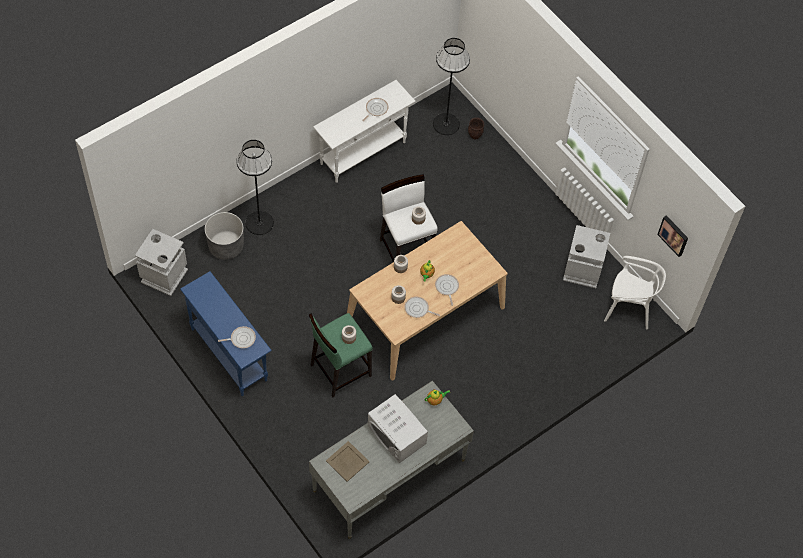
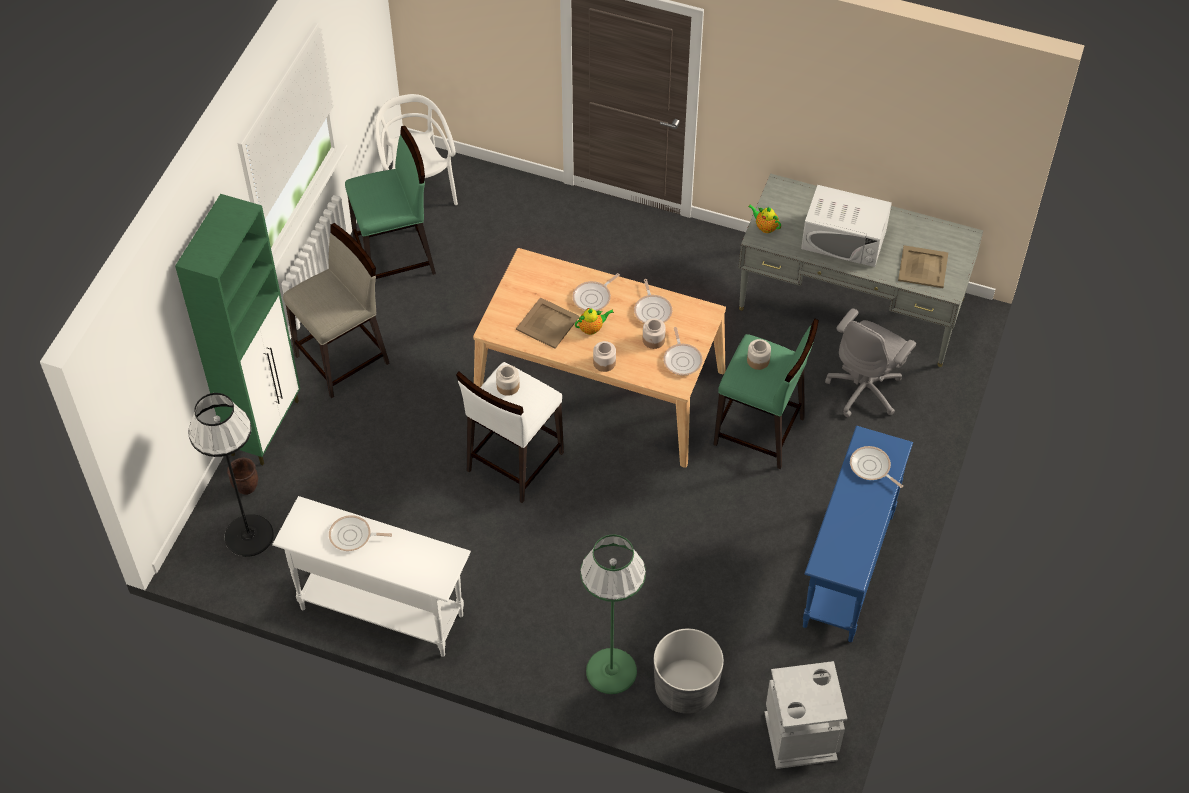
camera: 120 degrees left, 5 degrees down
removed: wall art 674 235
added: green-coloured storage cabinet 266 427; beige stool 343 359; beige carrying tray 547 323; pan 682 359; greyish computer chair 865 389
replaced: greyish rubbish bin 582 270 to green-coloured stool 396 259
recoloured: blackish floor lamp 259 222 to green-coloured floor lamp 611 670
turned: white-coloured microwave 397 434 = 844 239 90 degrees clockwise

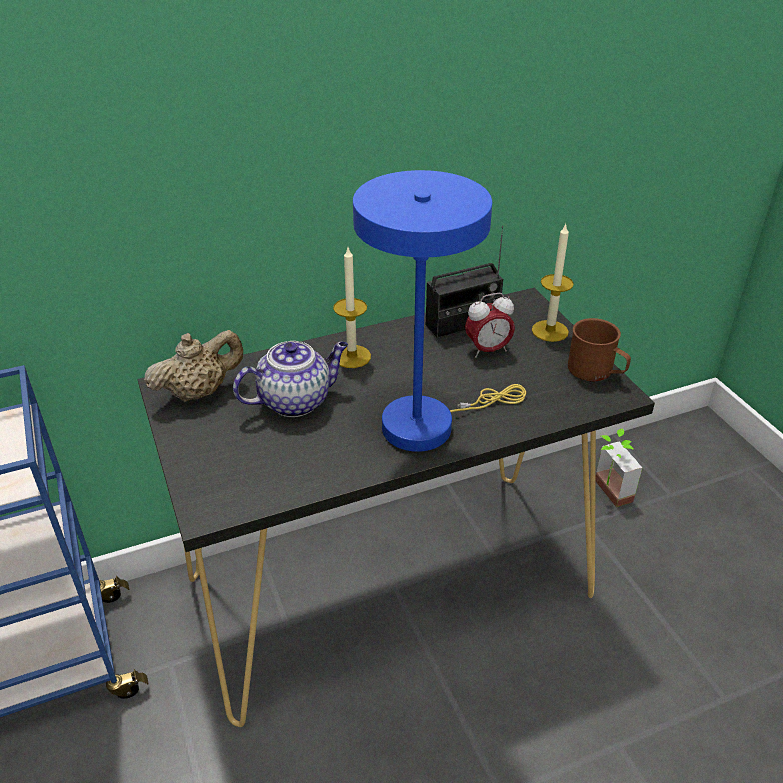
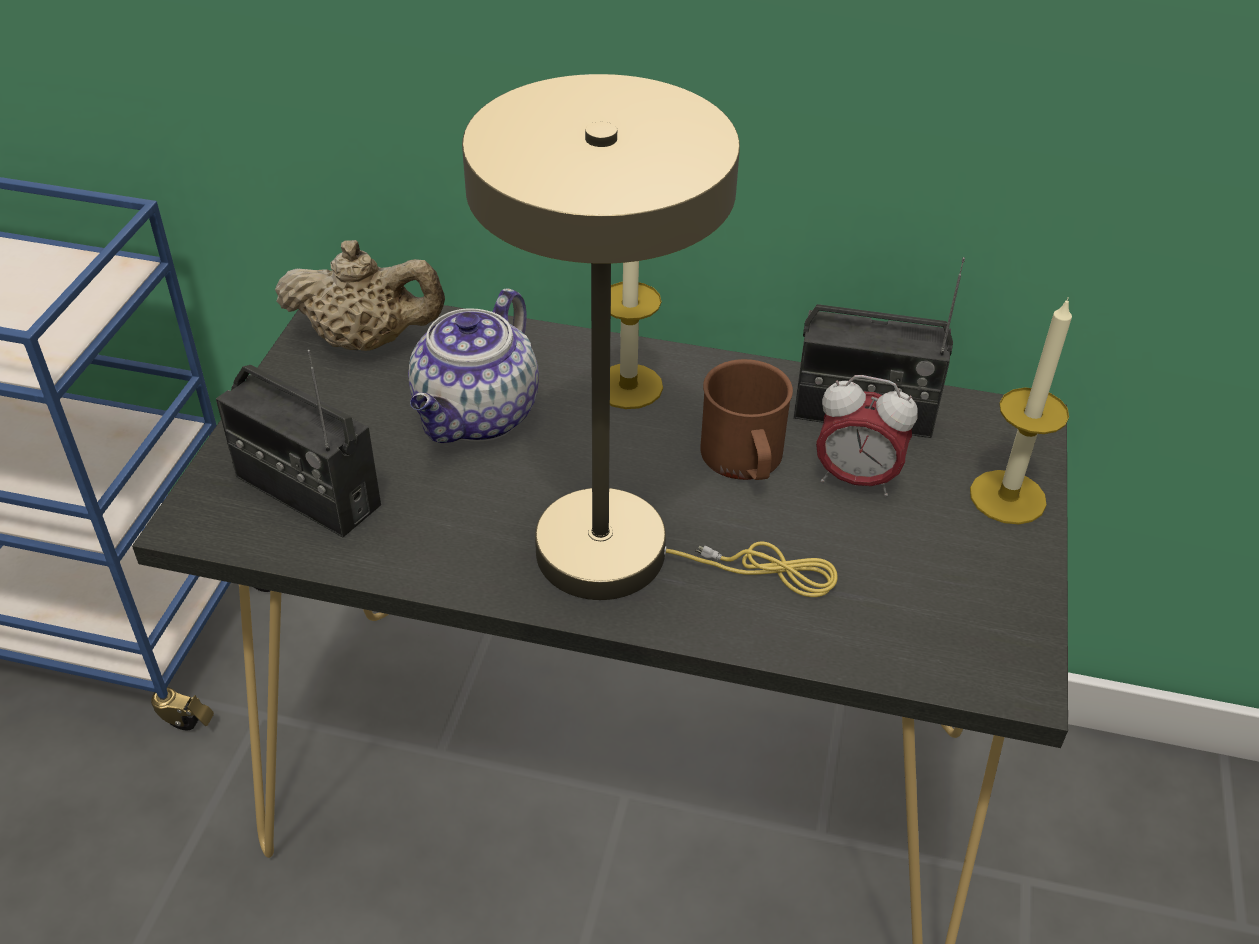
camera: 35 degrees right, 5 degrees up
removed: plant in a pot 606 493
added: radio set 307 491
moved: brown-coloured tea mug 596 372 to 745 462
recoloured: blue tabletop lamp 428 423 to beige tabletop lamp 627 553
turned: teapot 296 400 = 477 417 105 degrees clockwise

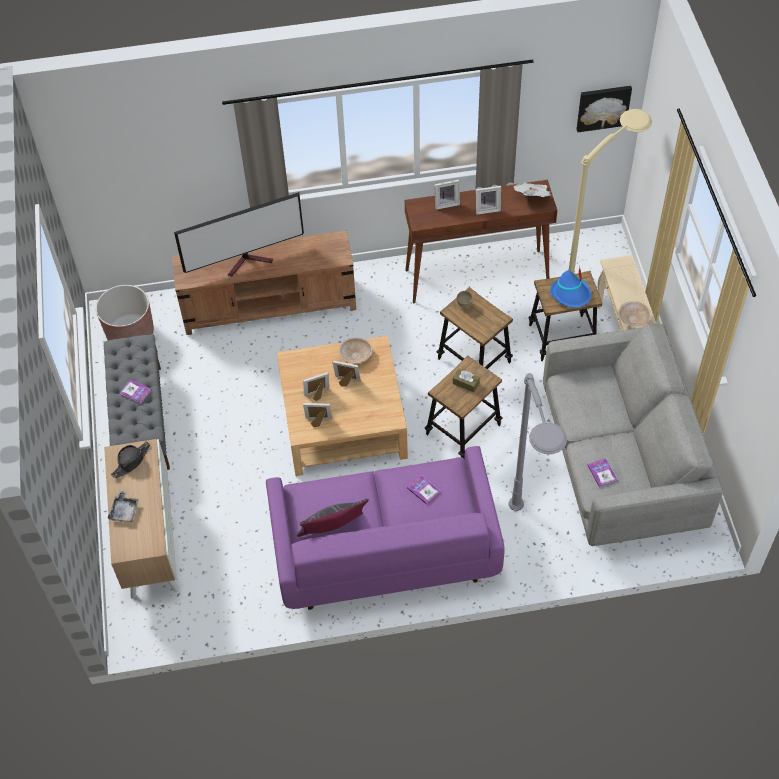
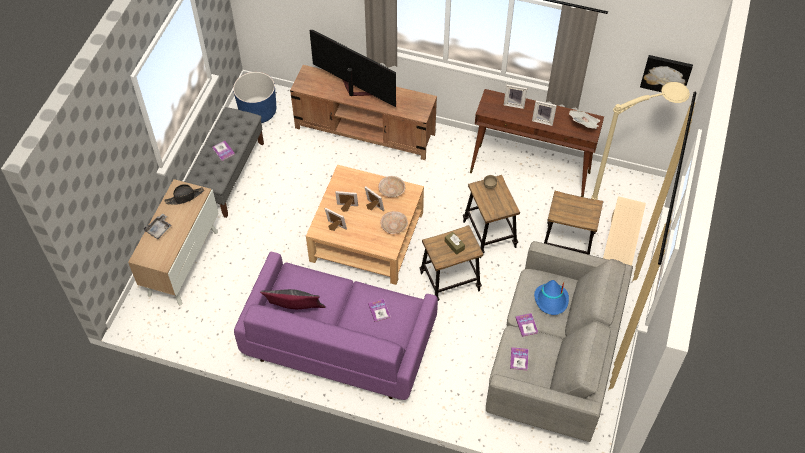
camera: 25 degrees right, 0 degrees up
removed: greyish floor lamp 526 547
added: book 526 325
moved: blue hat 571 294 to 551 300; beige bowl 633 319 to 394 226
recoloured: brown-coloured planter 130 334 to blue planter 258 111
turned: television 249 261 = 353 90 150 degrees counterclockwise

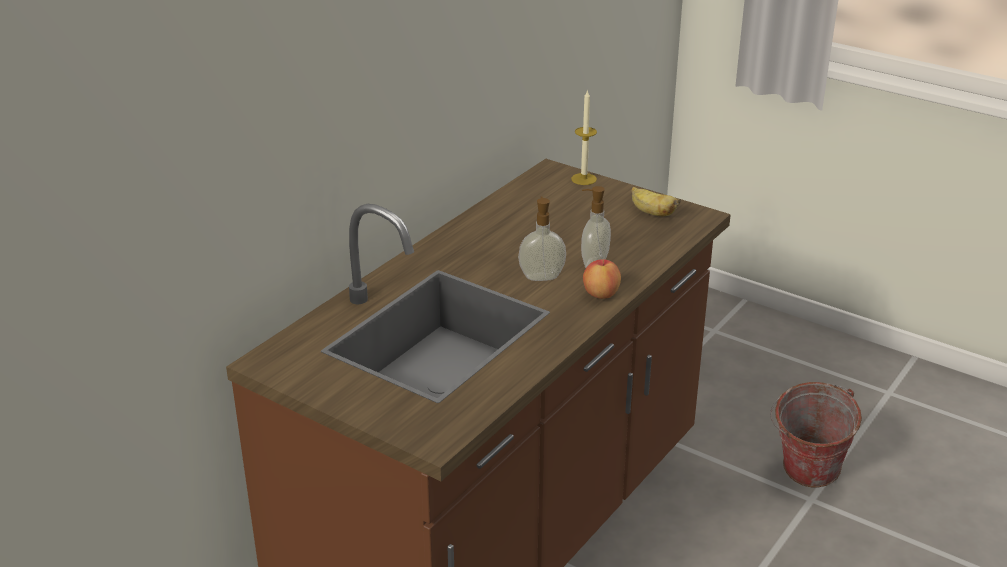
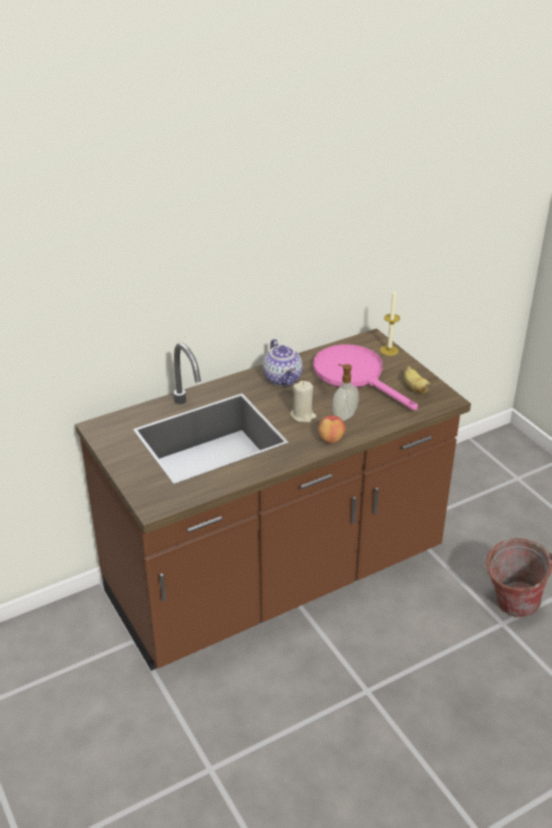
camera: 25 degrees right, 5 degrees up
added: teapot 283 379; pinkish pan 355 375
replaced: soap dispenser 541 276 to beige wax light 303 415

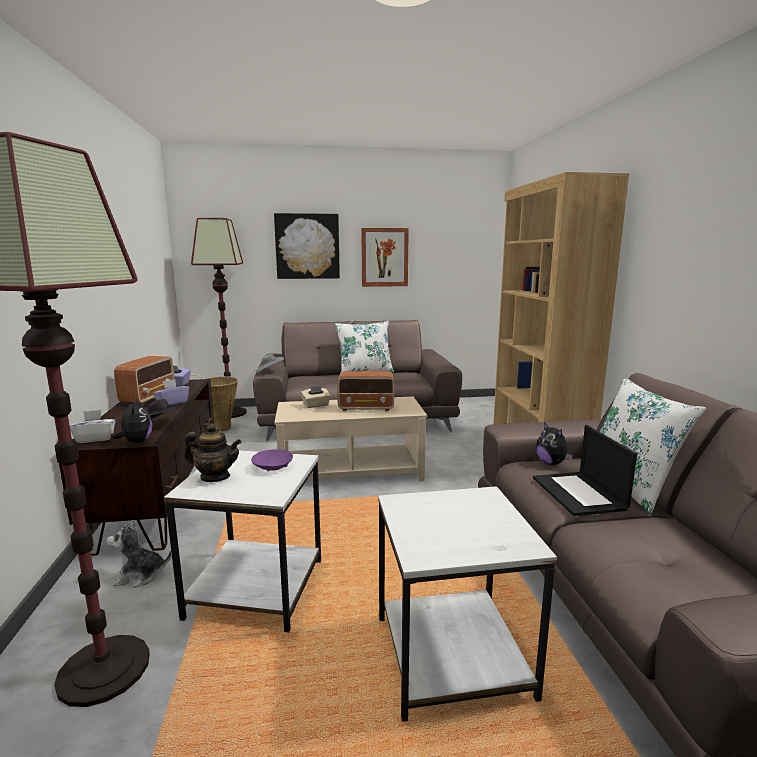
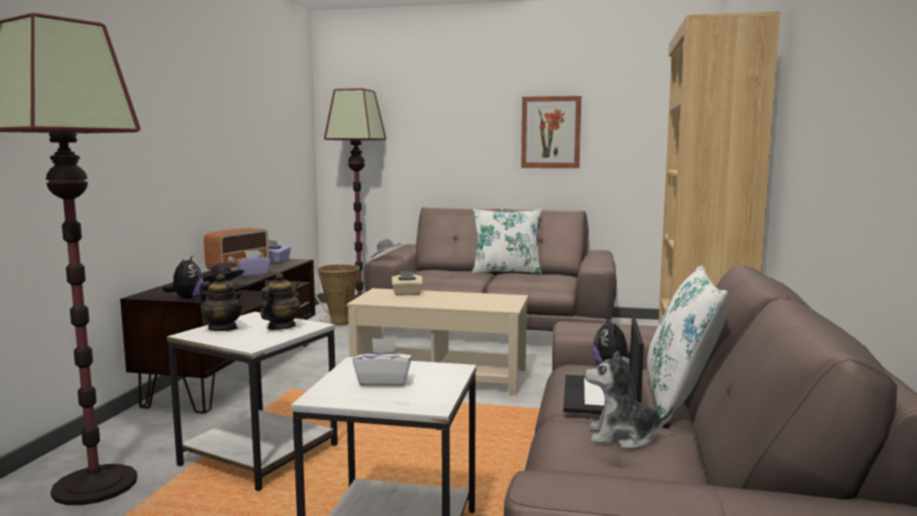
camera: 20 degrees right, 5 degrees down
removed: wall art 307 246; radio set 366 407
moved: white-coloured tissue box 95 438 to 383 381; cuddly toy 140 576 to 623 437
replaced: purplish bowl 272 466 to teapot 281 327

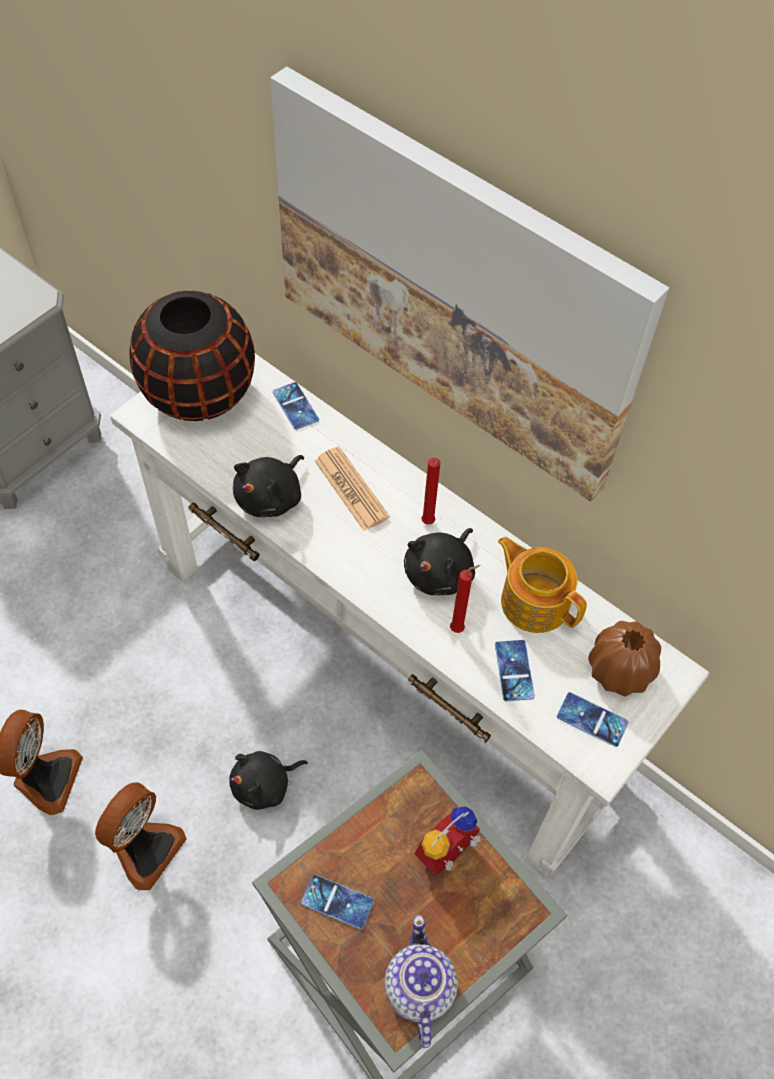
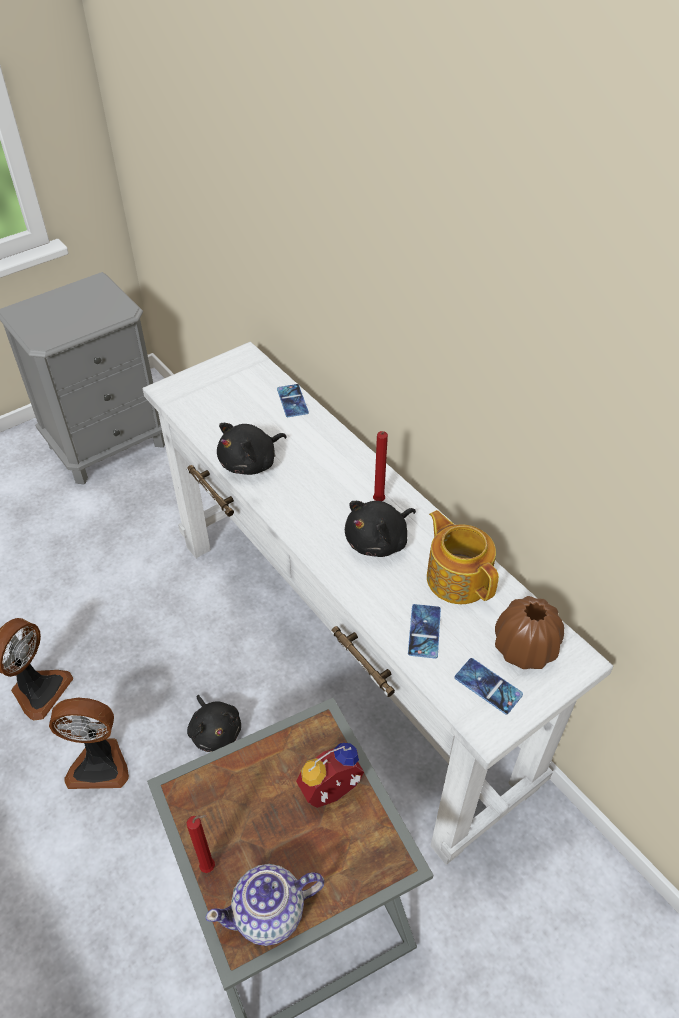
camera: 15 degrees right, 10 degrees down
removed: blackish decorative vase 199 393; wall art 452 286; phone 337 902; daily paper 351 489
moved: red-coloured wax light 459 628 to 210 867
turned: fan 144 848 = 99 763 45 degrees clockwise; blackish cuddly toy 264 785 = 215 731 105 degrees counterclockwise; teapot 418 989 = 270 913 120 degrees counterclockwise

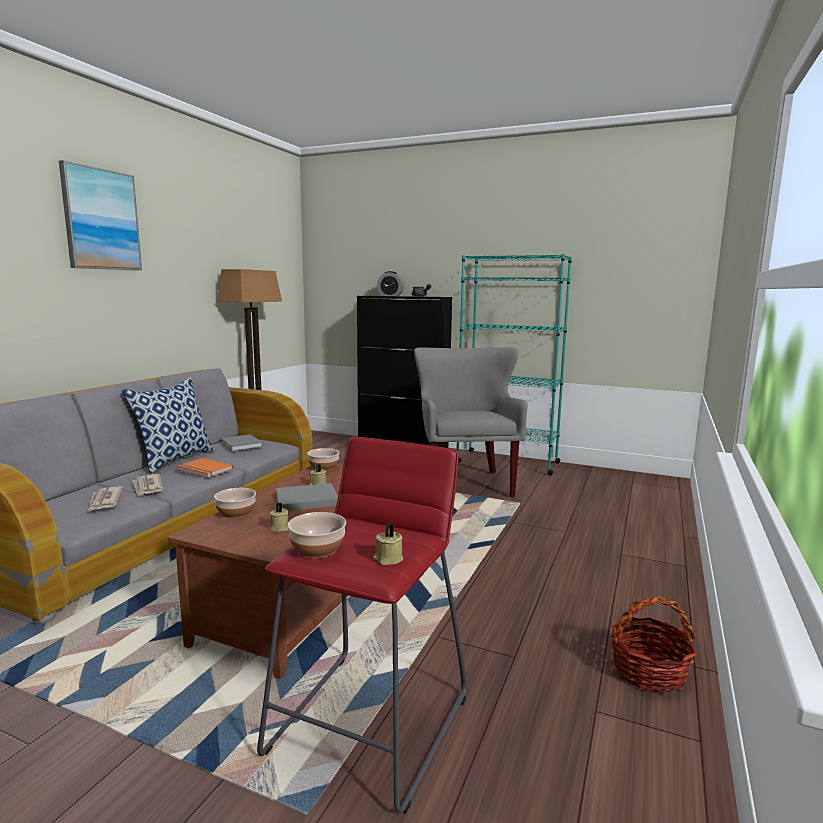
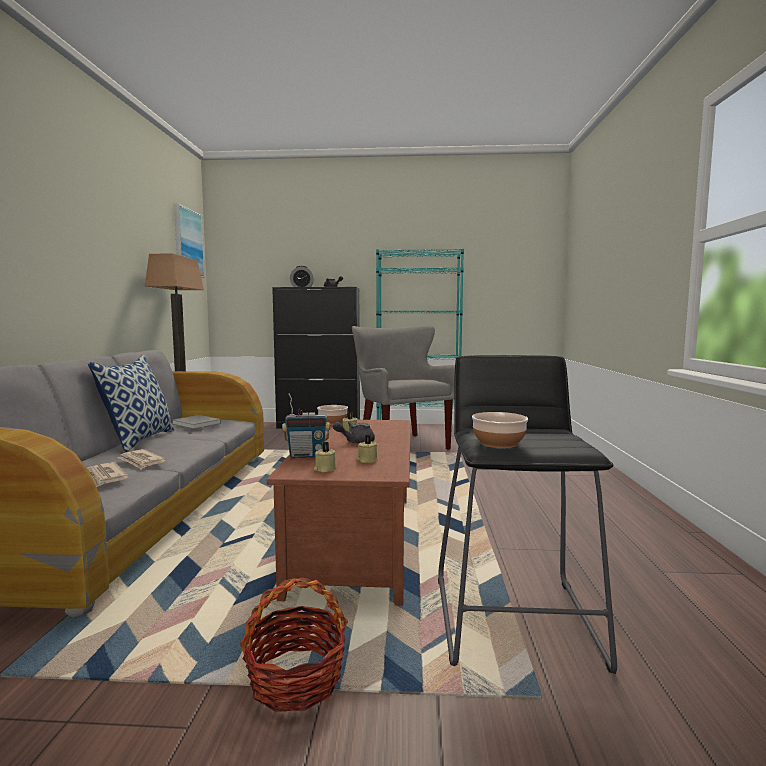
camera: 20 degrees left, 5 degrees down
removed: orange book 204 470
moved: wall art 101 219 to 188 242; beige wax light 387 559 to 324 469; household basket 648 671 to 295 680
replaced: bowl 236 512 to radio set 306 456; greyish book 304 500 to greyish teapot 355 442
recoloured: red-coloured stool 369 724 to blackish stool 515 619

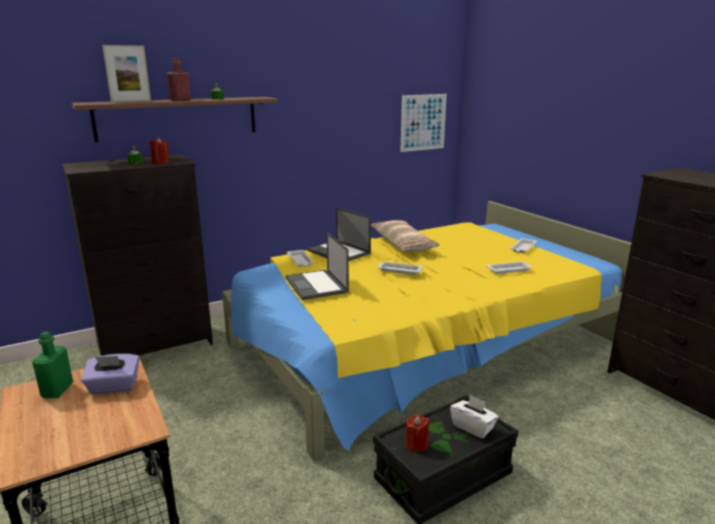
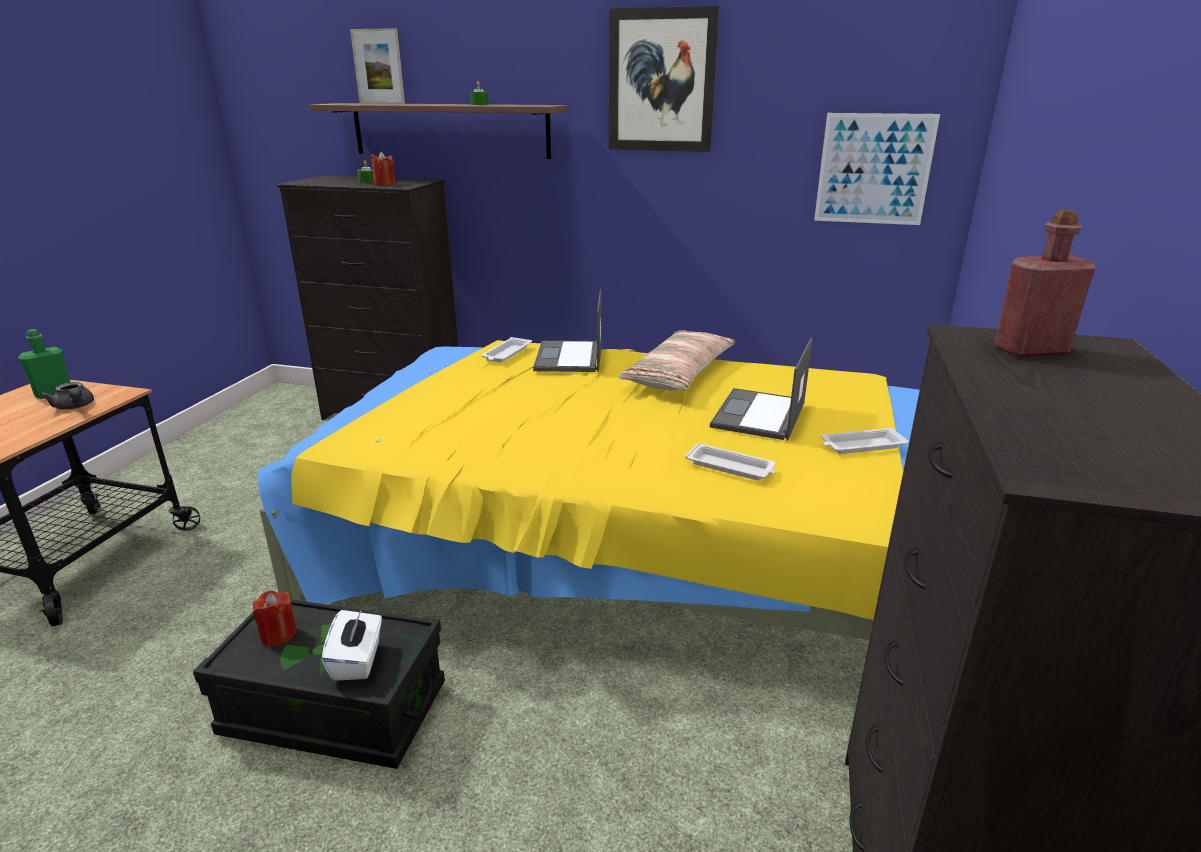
camera: 45 degrees right, 5 degrees up
removed: white-coloured carrying tray 399 270
added: wall art 661 81
moved: red-coloured drink bottle 180 100 to 1030 350; portable computer 316 285 to 759 415
replaced: purplish tissue box 114 387 to greyish teapot 75 407

